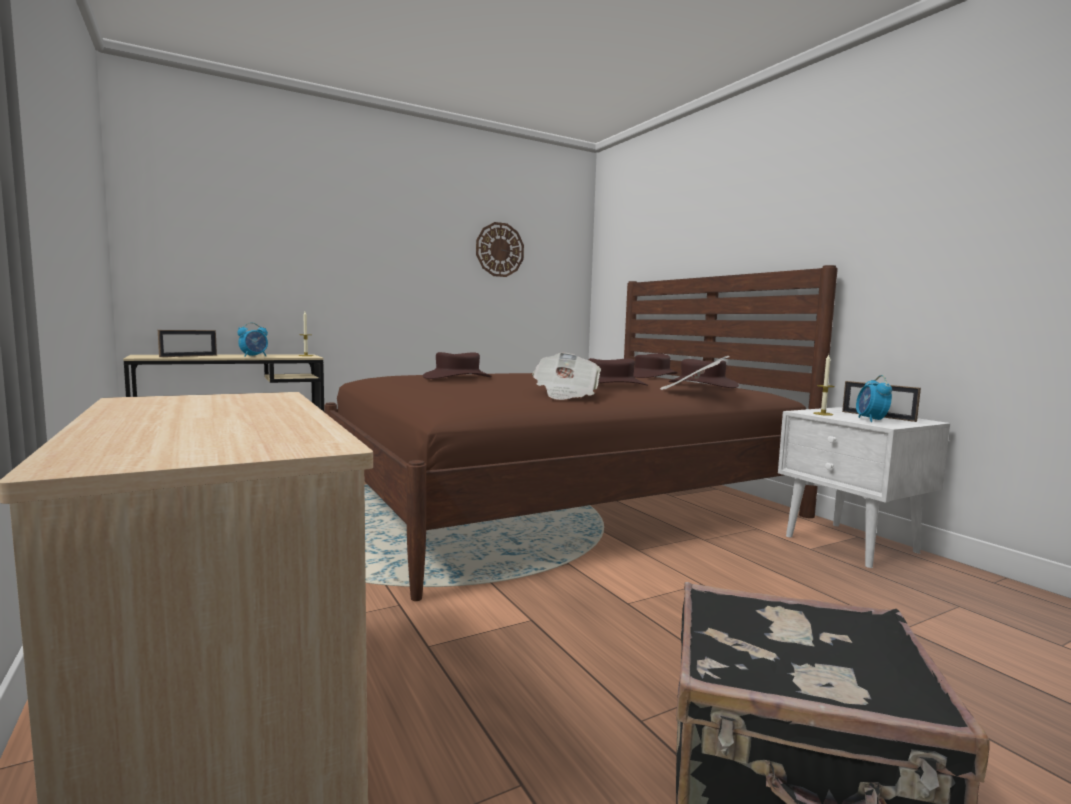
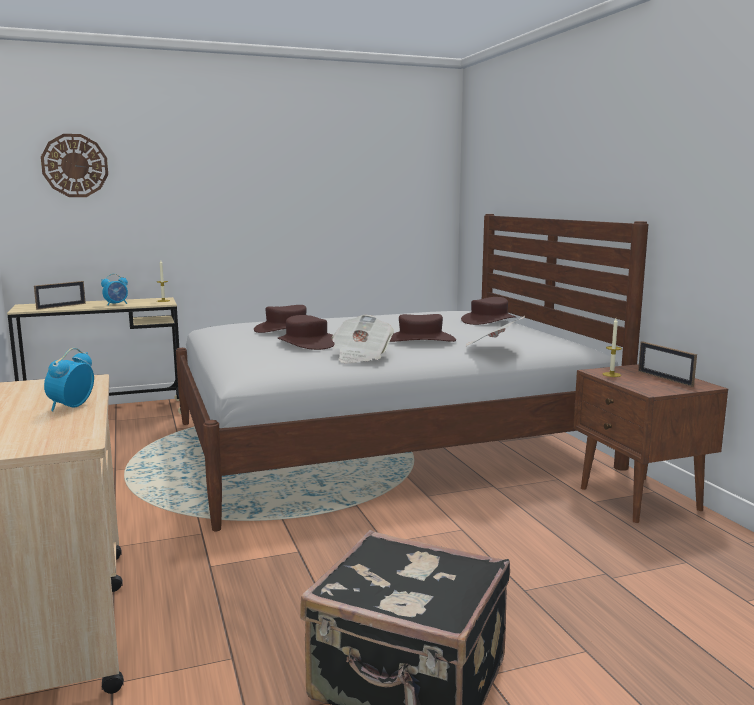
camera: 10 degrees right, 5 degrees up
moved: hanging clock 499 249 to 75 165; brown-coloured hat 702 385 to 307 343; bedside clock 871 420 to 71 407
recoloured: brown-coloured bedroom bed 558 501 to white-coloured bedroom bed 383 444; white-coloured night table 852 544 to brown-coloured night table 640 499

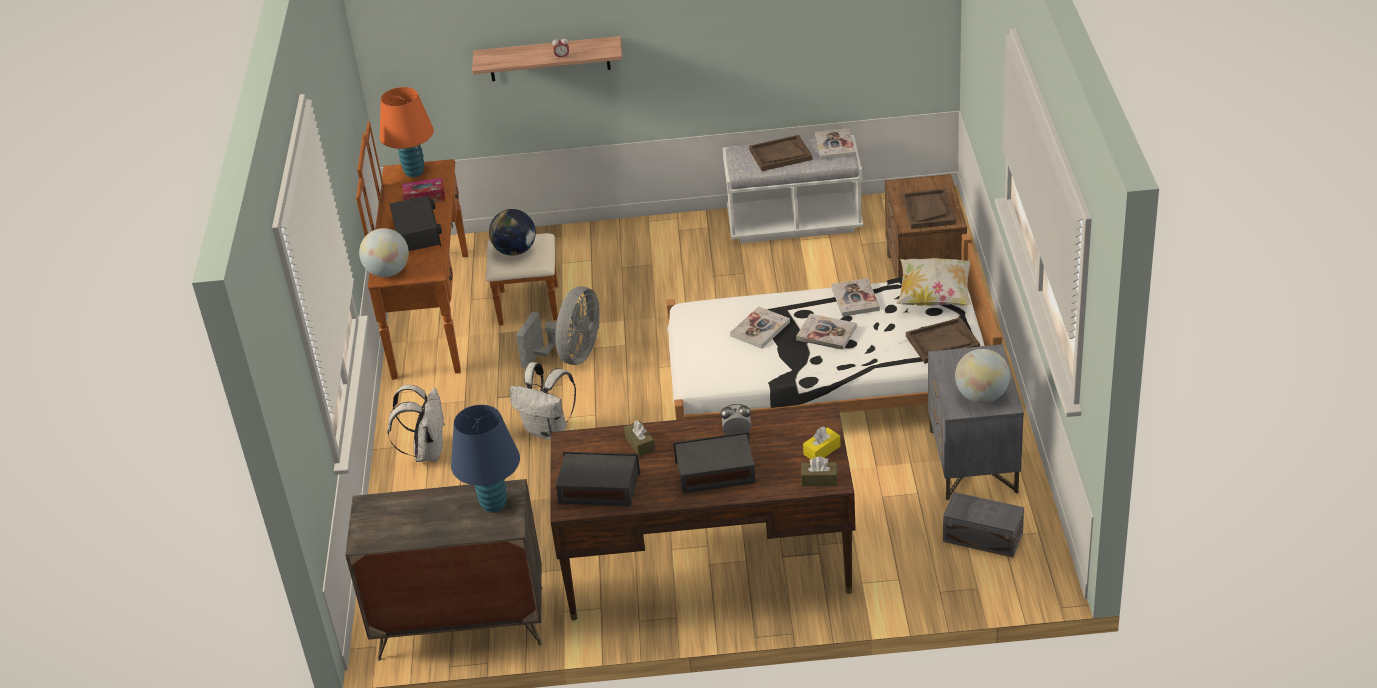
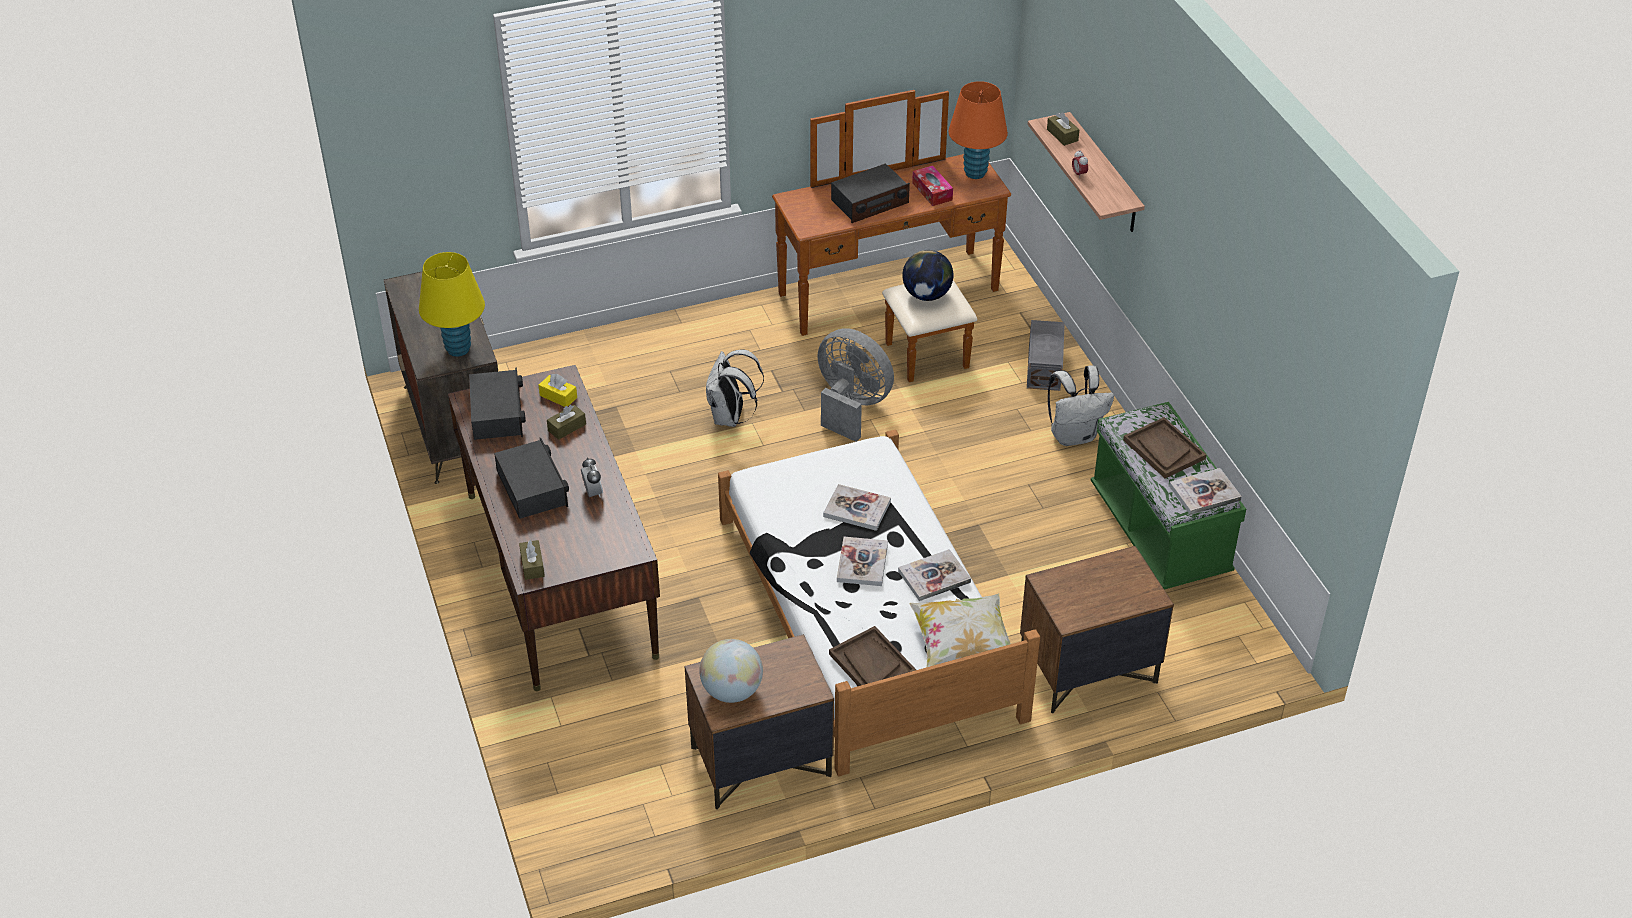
camera: 70 degrees right, 5 degrees up
removed: world globe 388 272; brown-coloured carrying tray 928 210
added: brown-coloured tissue box 1062 135
moved: white-coloured backpack 427 452 to 1074 435; yellowish tissue box 822 450 to 558 396; greyish storage box 982 536 to 1045 367
recoloured: blue tabletop lamp 493 504 to yellowish tabletop lamp 458 349; white-coloured indoor bench 794 222 to green-coloured indoor bench 1159 532; greyish night table 973 462 to brown-coloured night table 760 762
turned: greyish fan 571 356 = 851 406 150 degrees counterclockwise

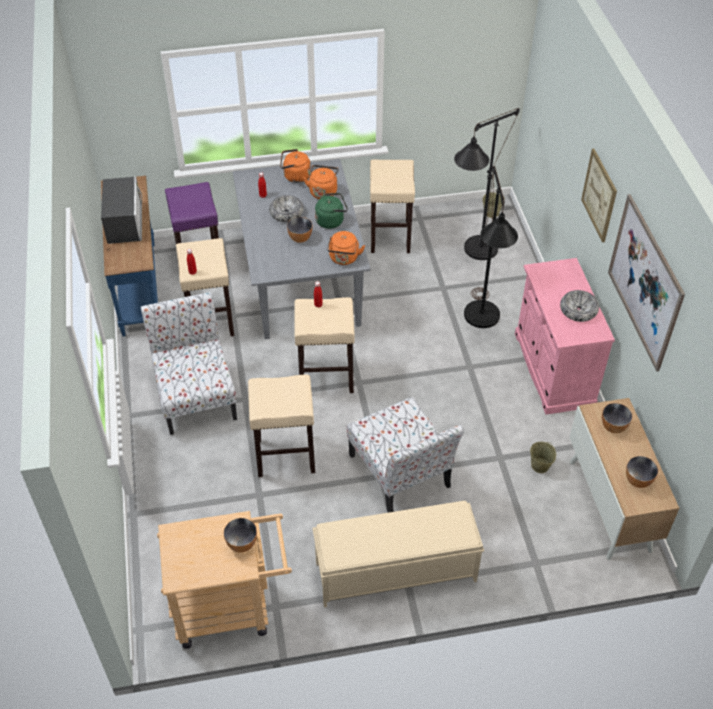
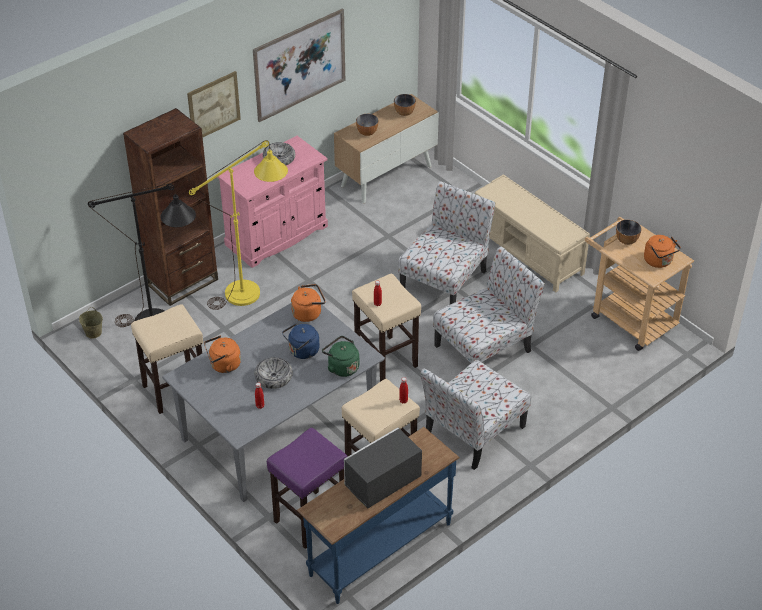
camera: 120 degrees left, 5 degrees down
removed: beige water bucket 540 466
added: brown-coloured bookshelf 182 282
moved: orange kettle 295 176 to 659 261; green-coloured kettle 331 220 to 341 367
replaced: beige stool 284 456 to plain chair 485 347; bowl 300 238 to blue kettle 302 352
recoloured: blackish floor lamp 482 322 to yellowish floor lamp 252 290

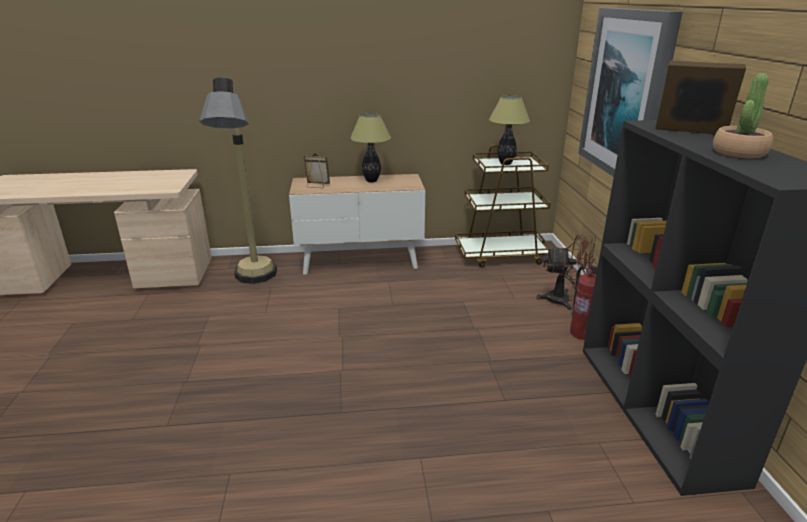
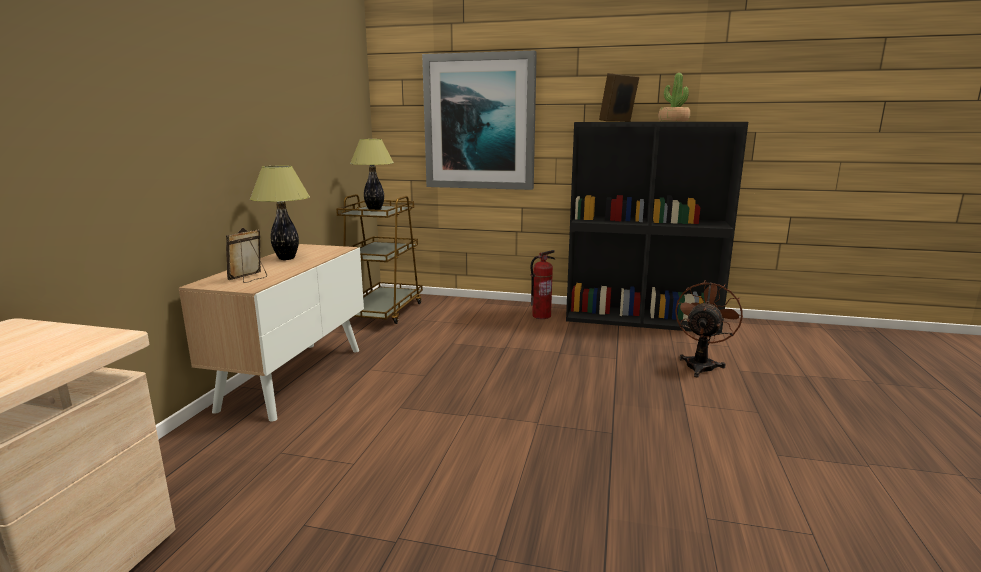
camera: 70 degrees left, 10 degrees down
removed: floor lamp 253 283
moved: brown-coloured fan 564 300 to 701 364

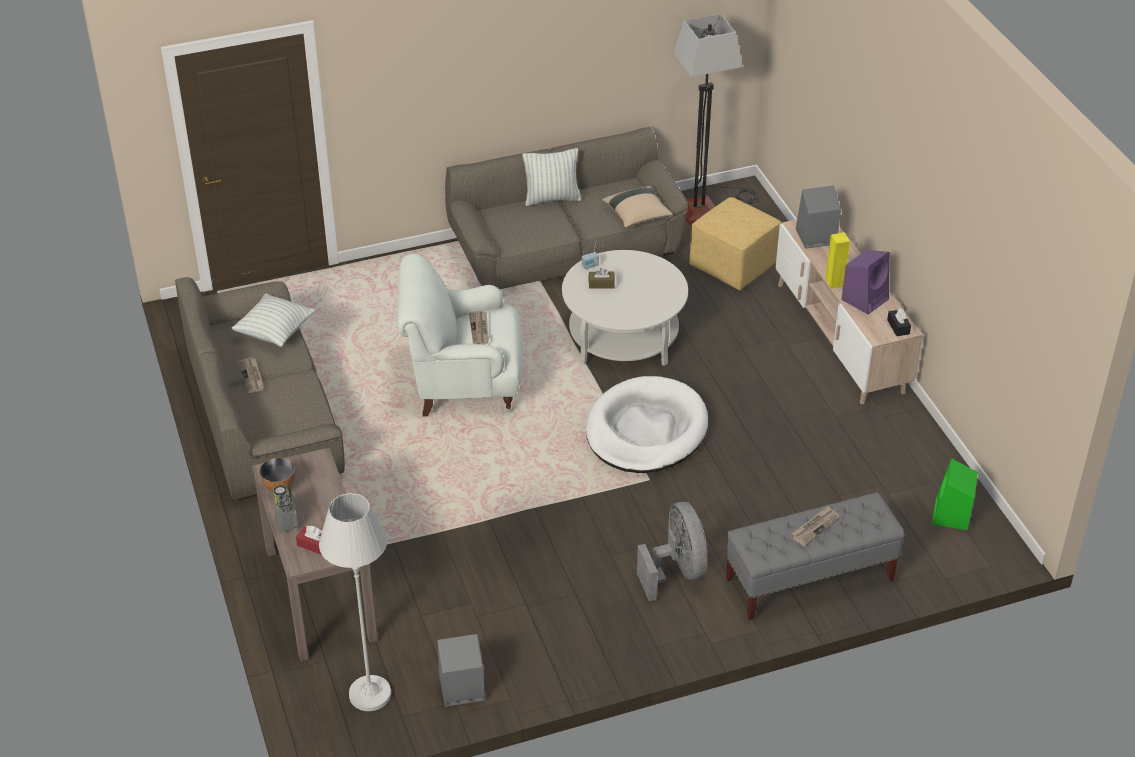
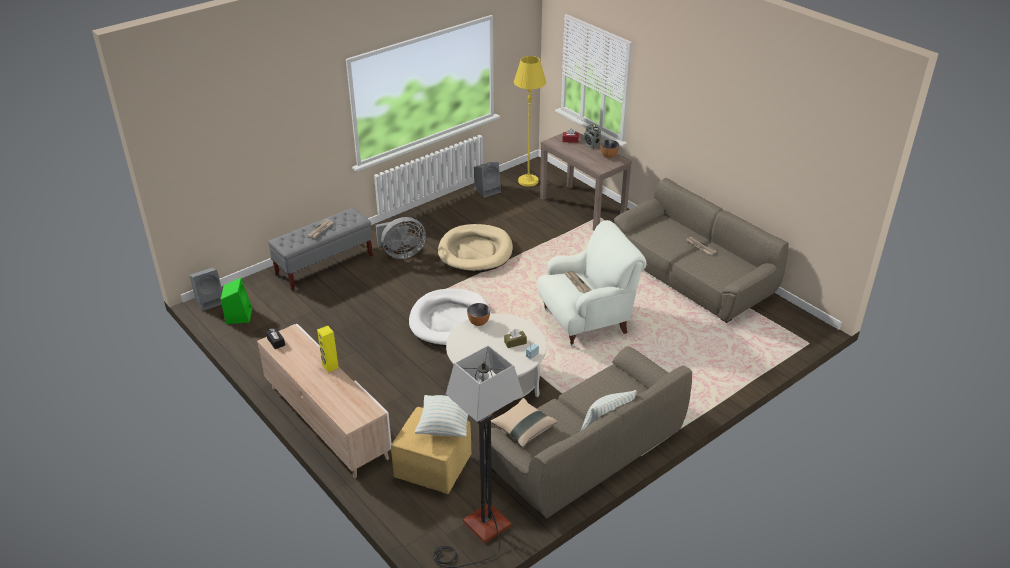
camera: 160 degrees right, 5 degrees down
removed: purplish speaker 865 298
added: beige dog cushion 475 251; bowl 479 322
moved: cushion 275 332 to 445 426; greyish speaker 815 237 to 211 300
recoloured: white-coloured floor lamp 370 694 to yellowish floor lamp 528 181
turned: greyish fan 677 571 = 401 254 75 degrees counterclockwise

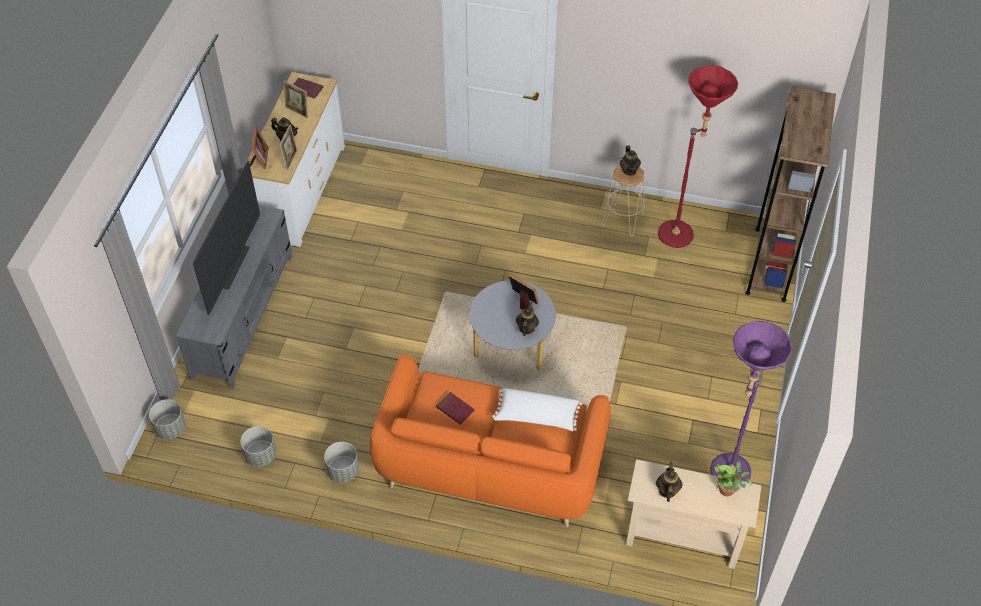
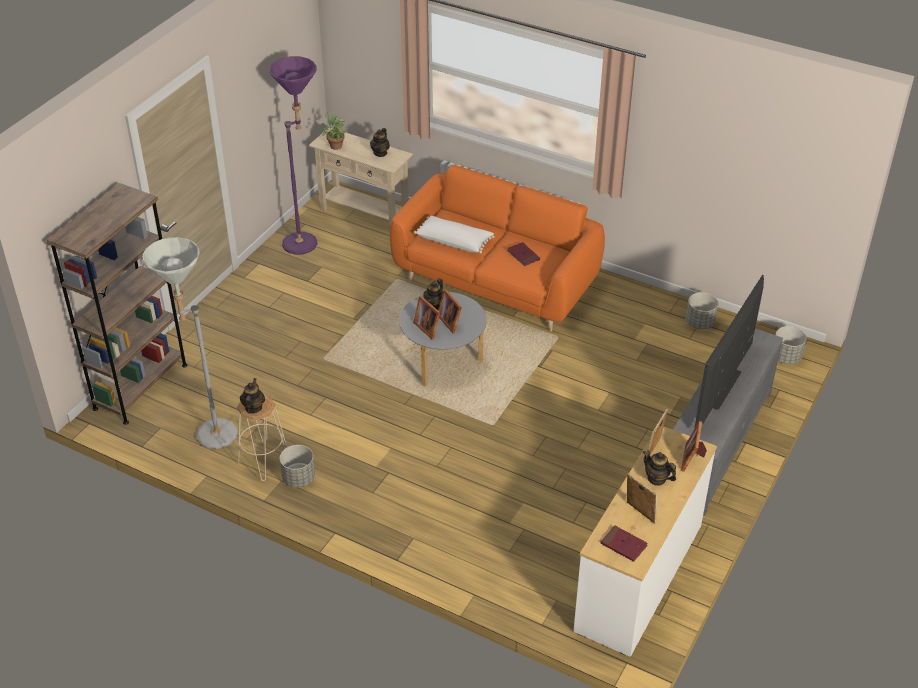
camera: 165 degrees left, 10 degrees down
added: picture frame 451 321
moved: greyish planter 343 471 to 299 478
recoloured: red-coloured floor lamp 682 232 to greyish floor lamp 207 435

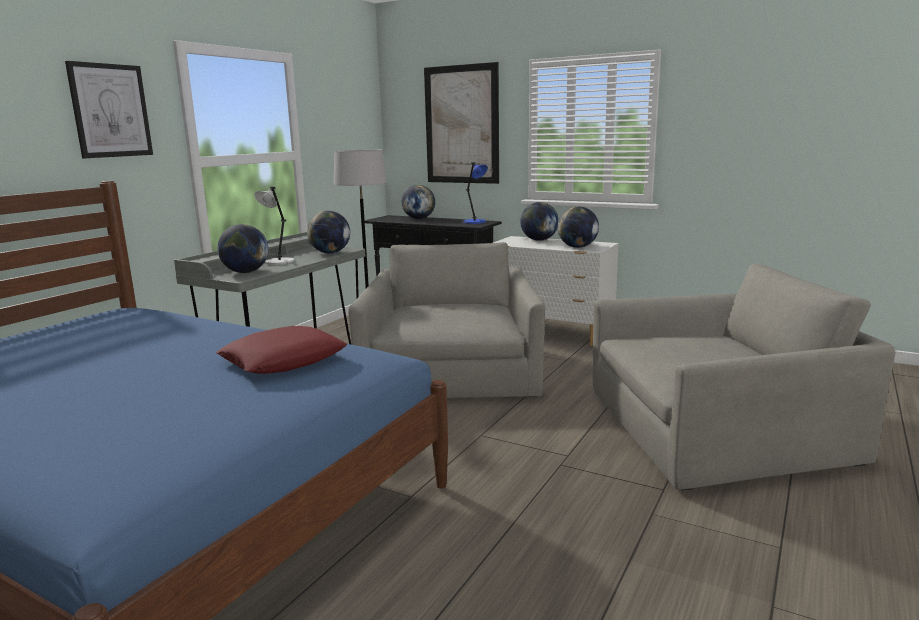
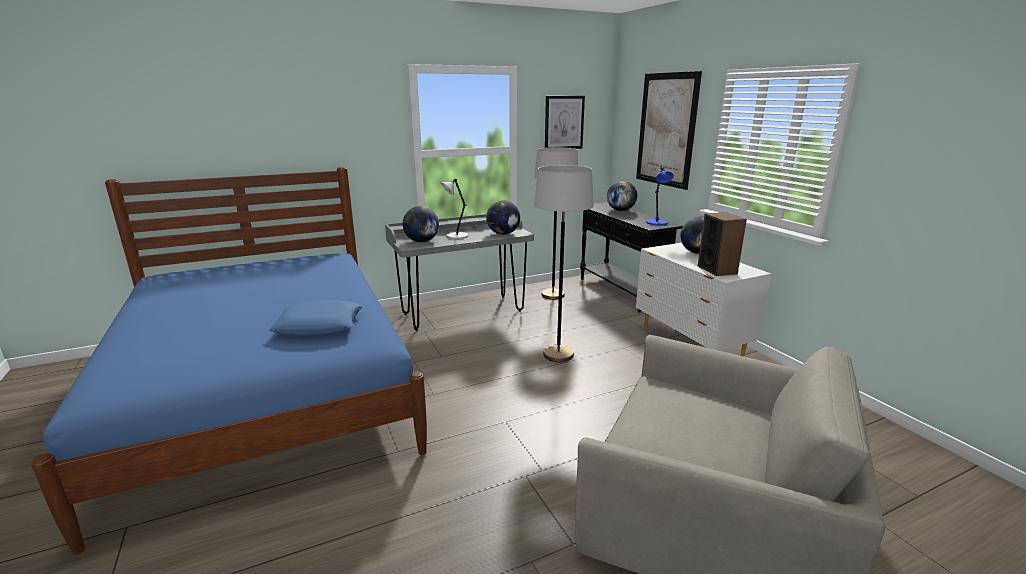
camera: 35 degrees right, 5 degrees up
moved: wall art 110 110 to 564 123
replaced: greyish easy chair 451 371 to greyish floor lamp 558 355; world globe 577 247 to speaker 717 270
recoloured: red-coloured cushion 284 360 to blue cushion 319 325

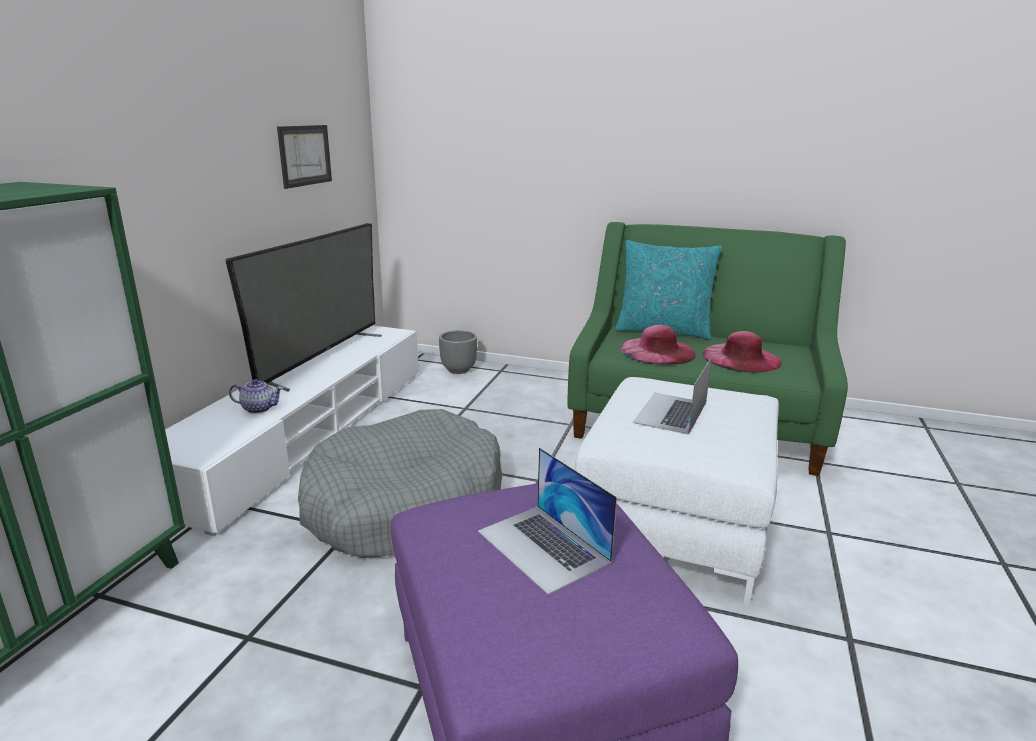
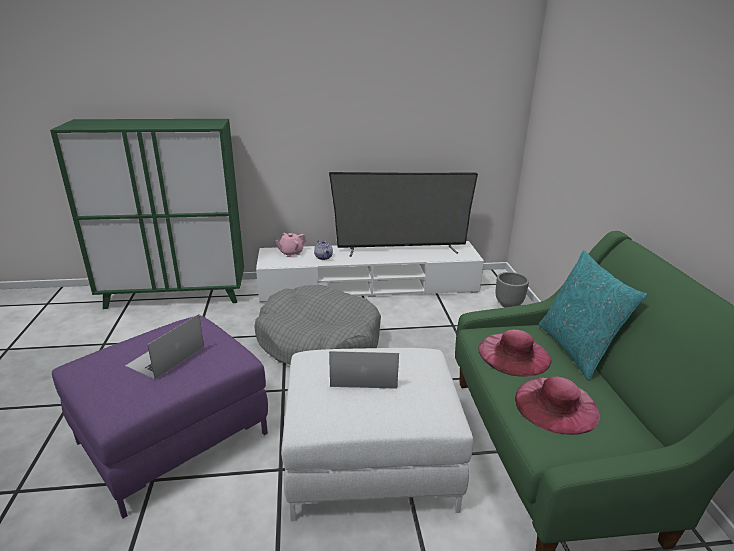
camera: 65 degrees right, 5 degrees up
removed: wall art 305 155
added: pinkish teapot 291 253

